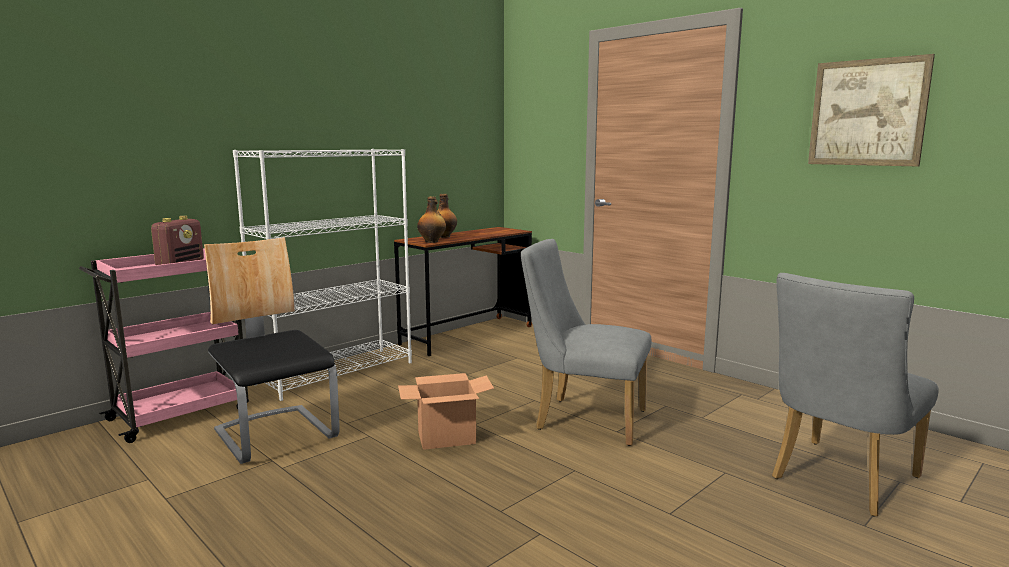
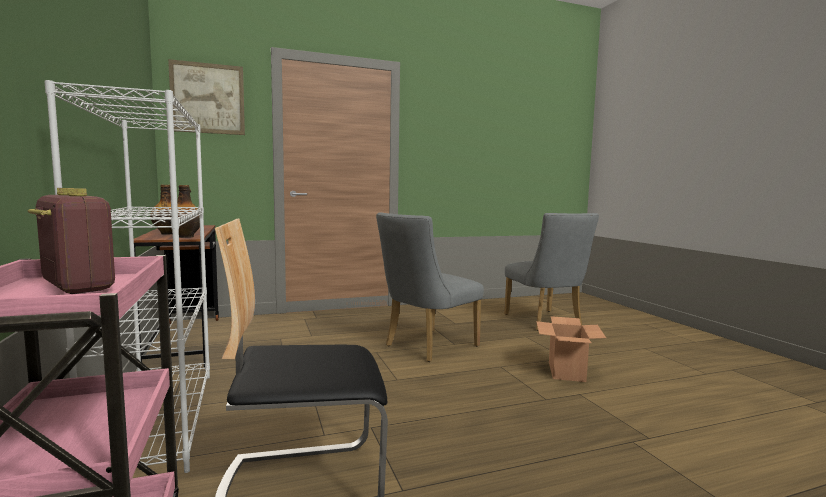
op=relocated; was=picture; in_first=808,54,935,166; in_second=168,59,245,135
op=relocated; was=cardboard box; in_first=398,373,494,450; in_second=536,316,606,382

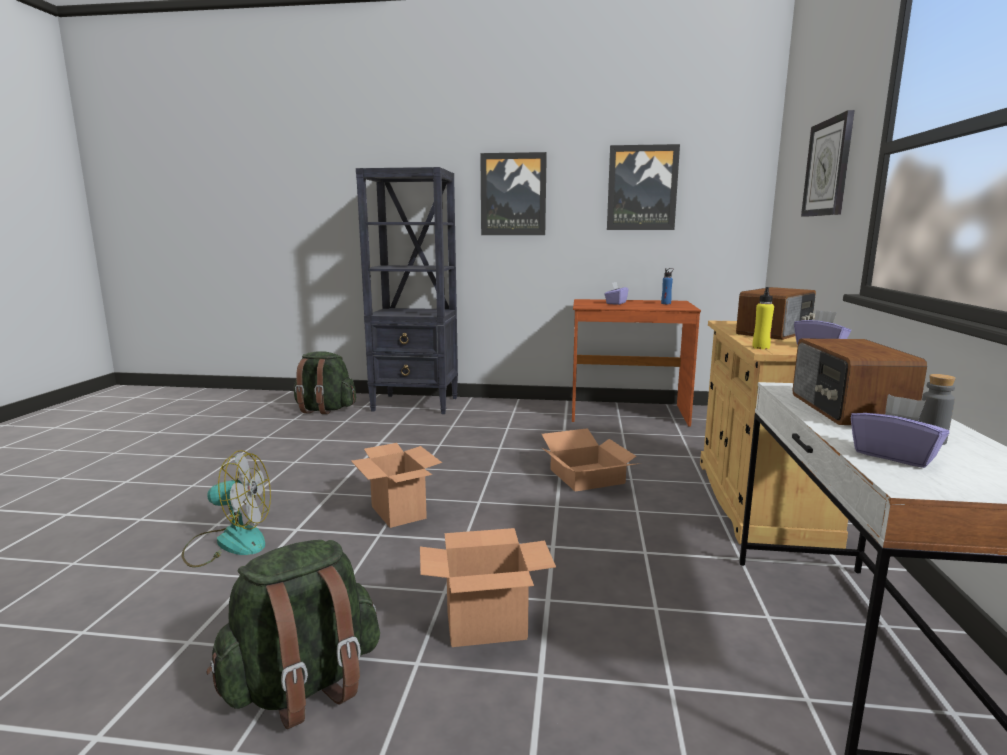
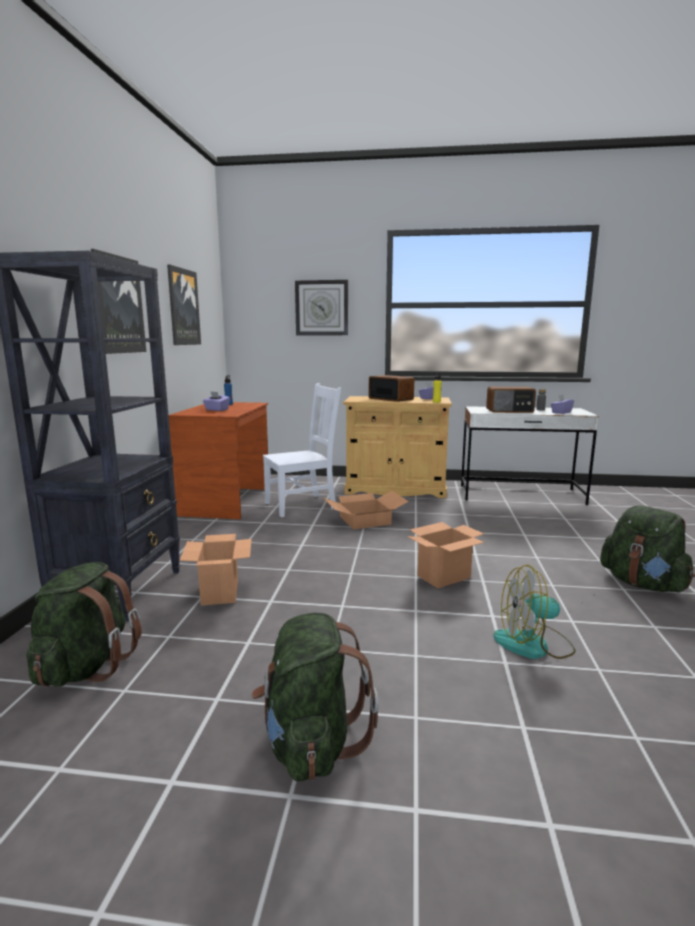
op=spun; was=fan; in_first=182,450,271,567; in_second=493,565,576,659; clockwise=-90
op=relocated; was=cardboard box; in_first=420,528,556,647; in_second=180,534,252,605
op=appeared; now=chair in white; in_second=263,383,341,517
op=appeared; now=backpack in green; in_second=252,613,379,781

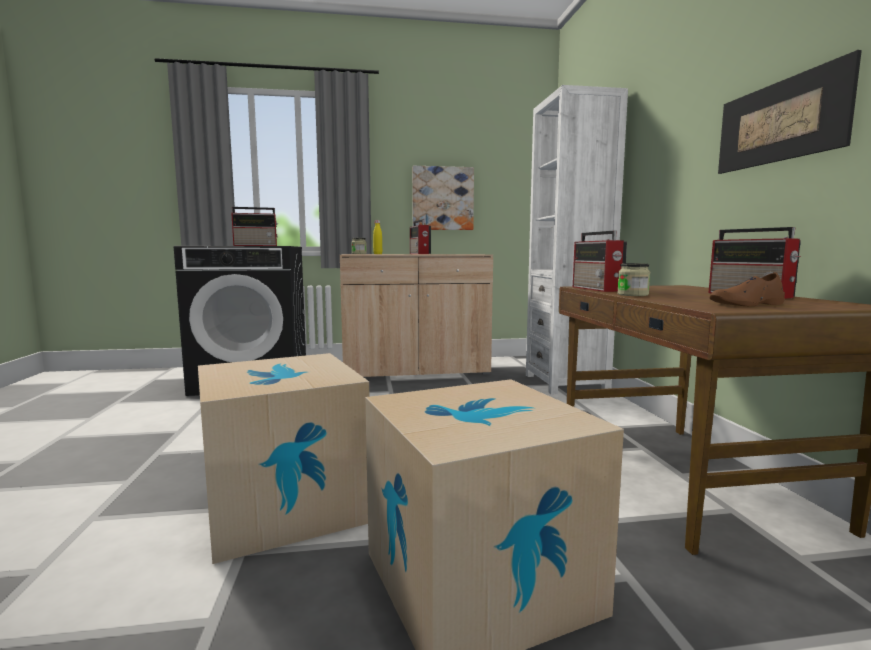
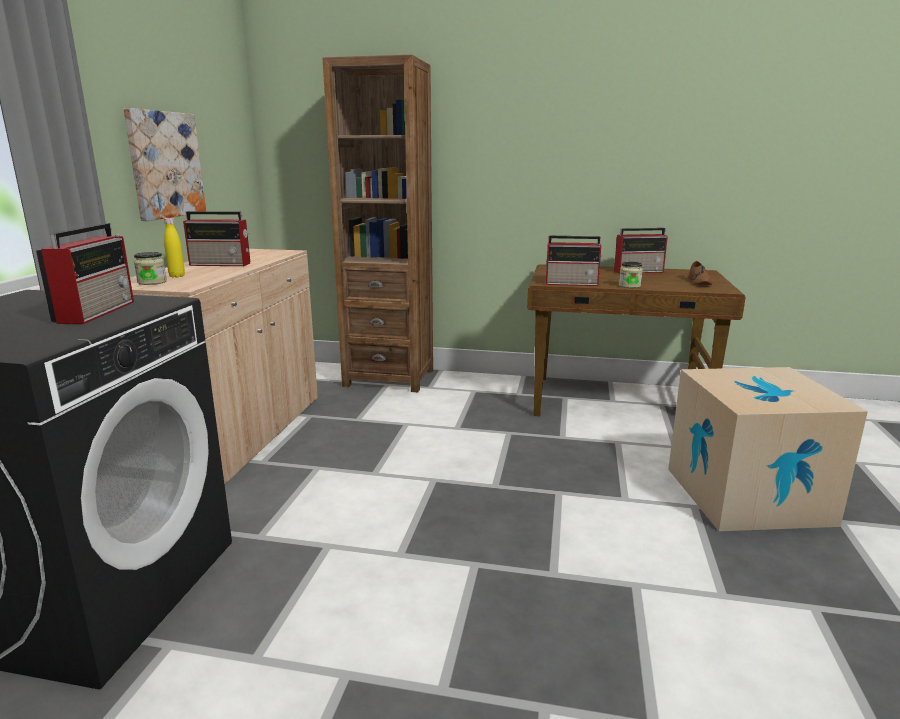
op=missing; was=picture; in_first=718,50,862,174
op=colour; was=bookcase in white; now=bookcase in brown; in_first=526,85,628,395; in_second=322,55,433,392
op=missing; was=cardboard box; in_first=198,353,370,564

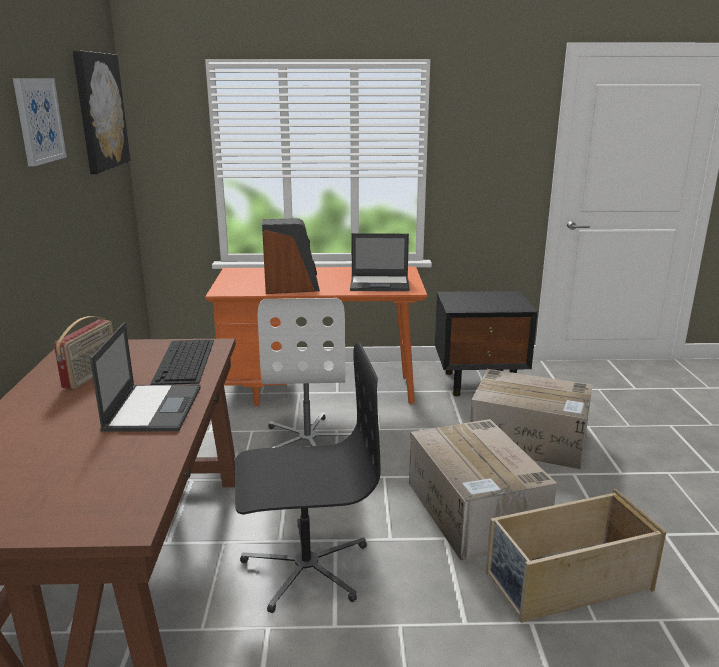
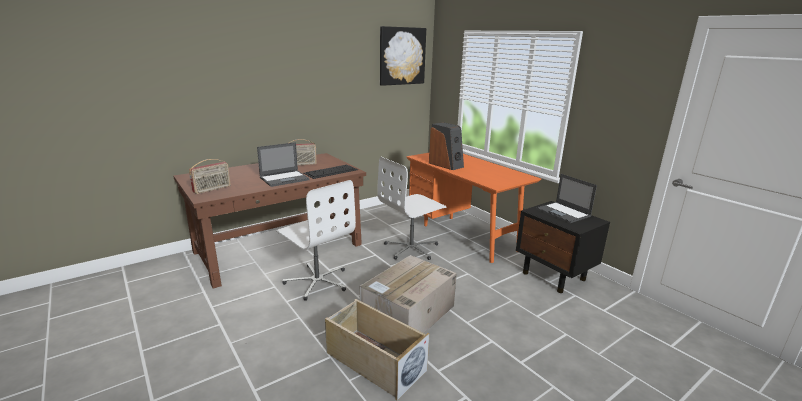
op=missing; was=picture; in_first=13,78,67,166
op=relocated; was=laptop; in_first=350,233,410,291; in_second=536,174,597,223
op=colour; was=office chair in black; now=office chair in white; in_first=235,342,380,613; in_second=276,180,356,301
op=missing; was=cardboard box; in_first=470,369,593,470
op=appeared; now=radio; in_second=189,159,231,194

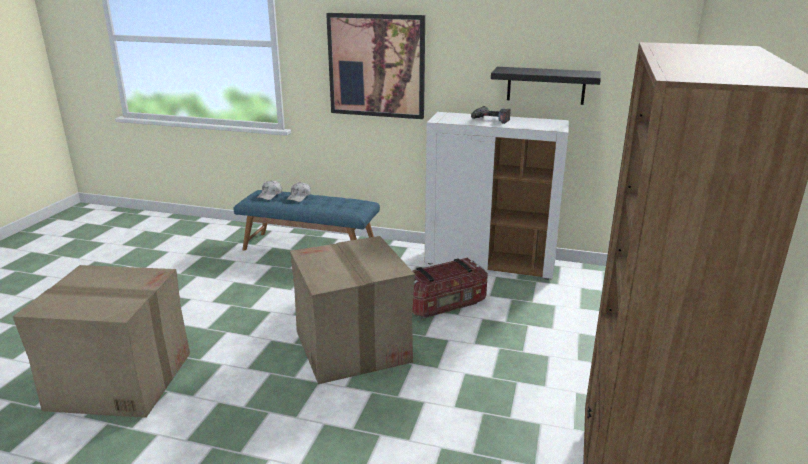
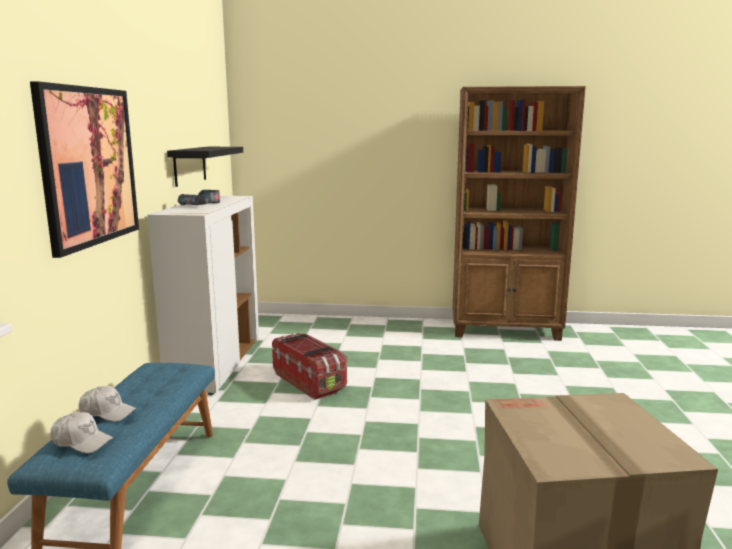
op=missing; was=cardboard box; in_first=290,236,415,384

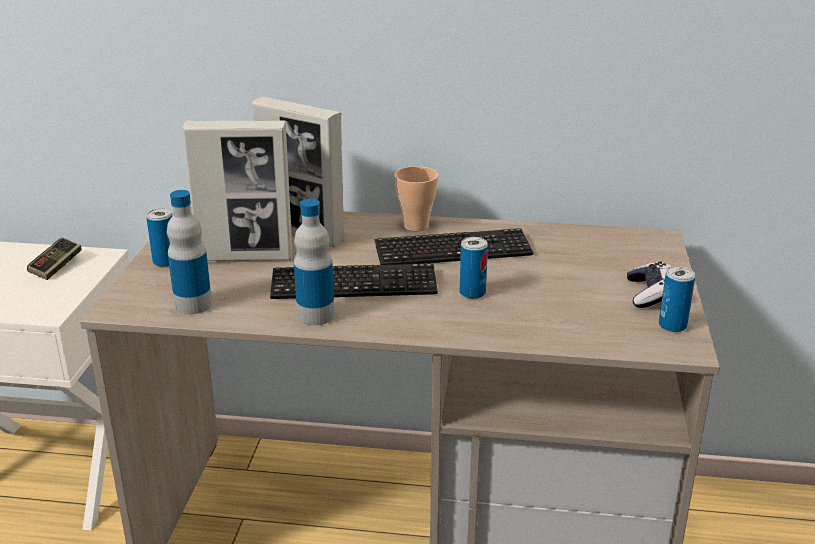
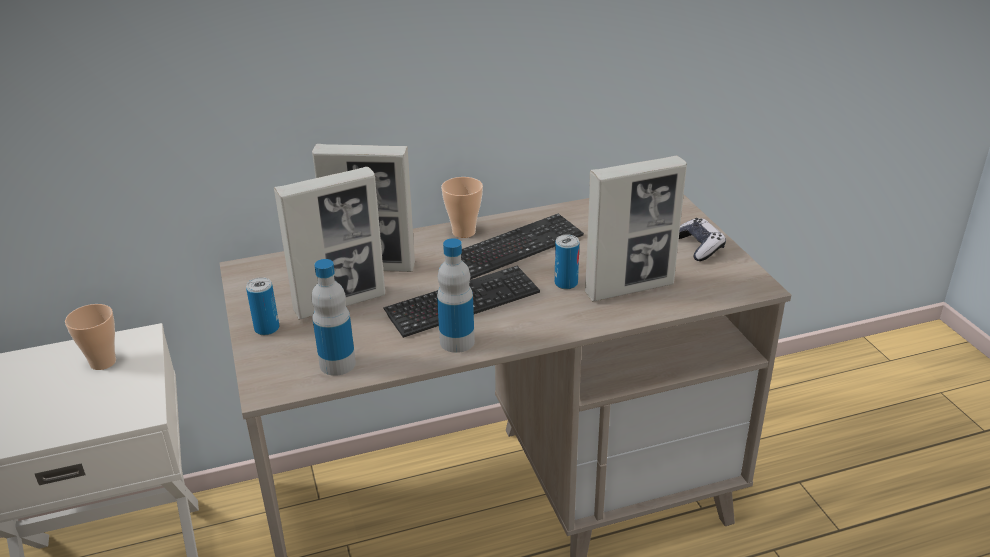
op=exchanged; was=game controller; now=cup; in_first=27,237,81,280; in_second=65,304,116,370
op=missing; was=can; in_first=659,266,695,332
op=appeared; now=picture frame; in_second=585,156,687,301

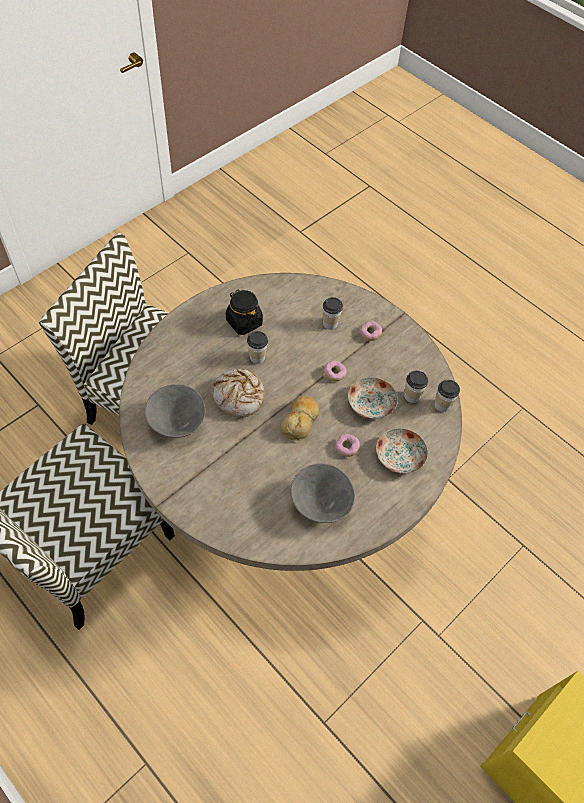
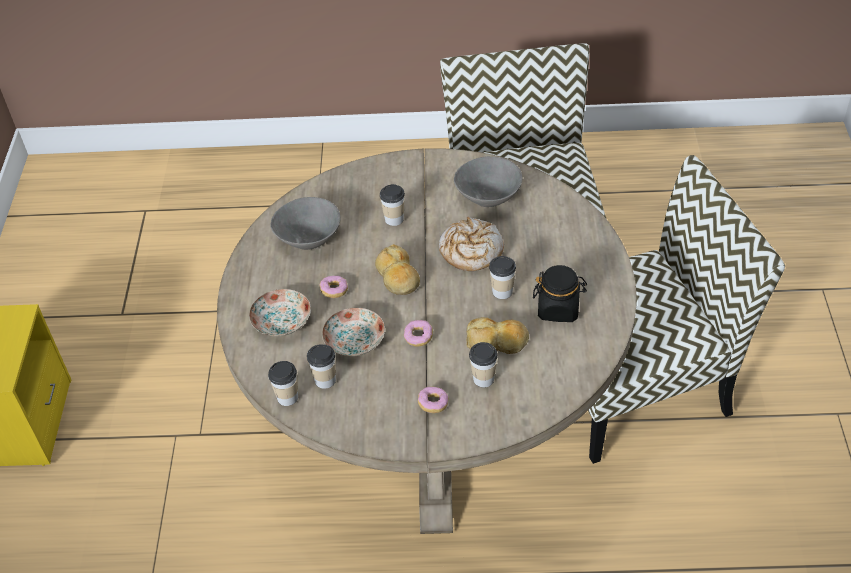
op=appeared; now=cup; in_second=380,184,405,226
op=appeared; now=bread; in_second=467,317,529,354

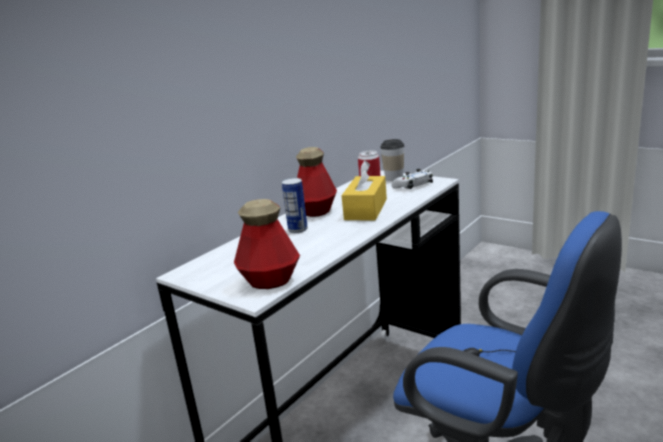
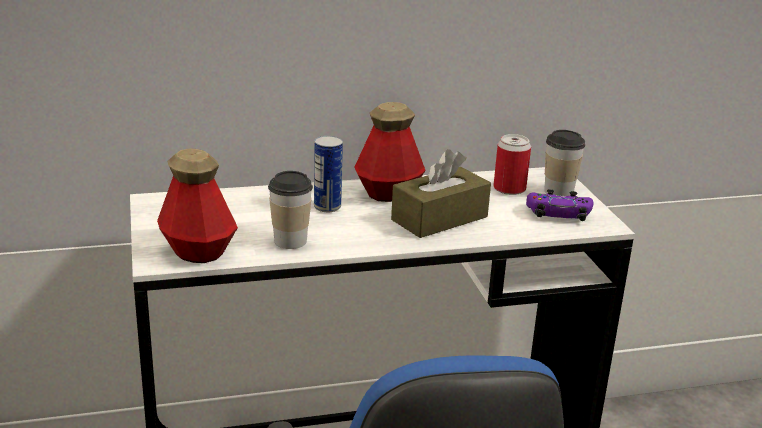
op=colour; was=tissue box in yellow; now=tissue box in brown; in_first=341,160,387,220; in_second=391,149,491,238
op=colour; was=game controller in white; now=game controller in purple; in_first=392,169,433,189; in_second=526,189,593,221
op=appeared; now=cup; in_second=268,171,313,249

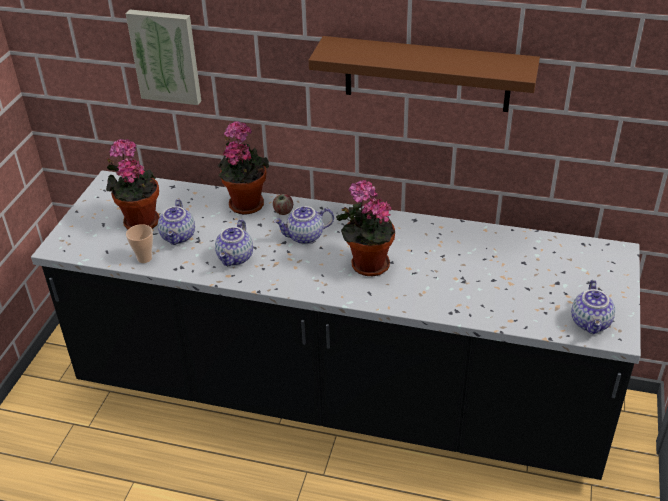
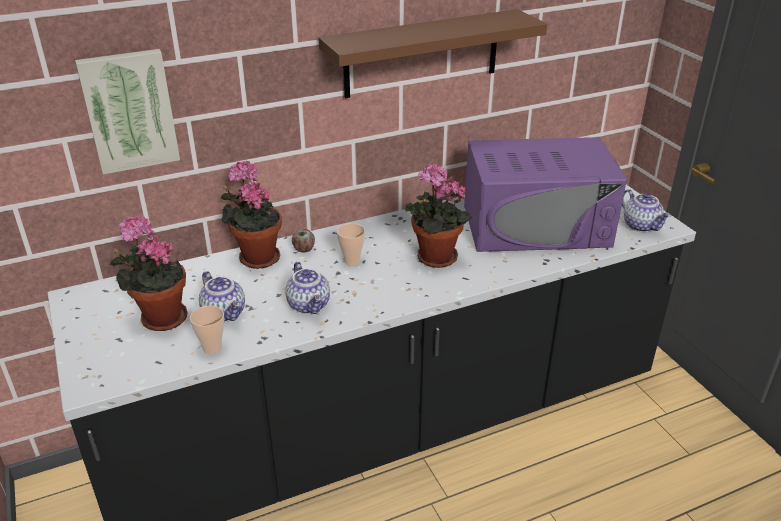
op=exchanged; was=teapot; now=cup; in_first=274,206,334,244; in_second=337,223,365,266
op=appeared; now=microwave in purple; in_second=464,137,627,252

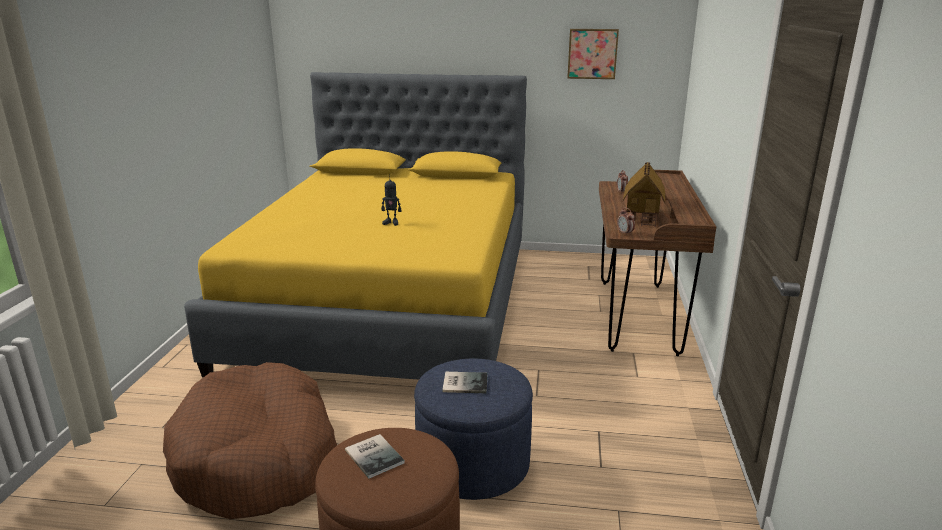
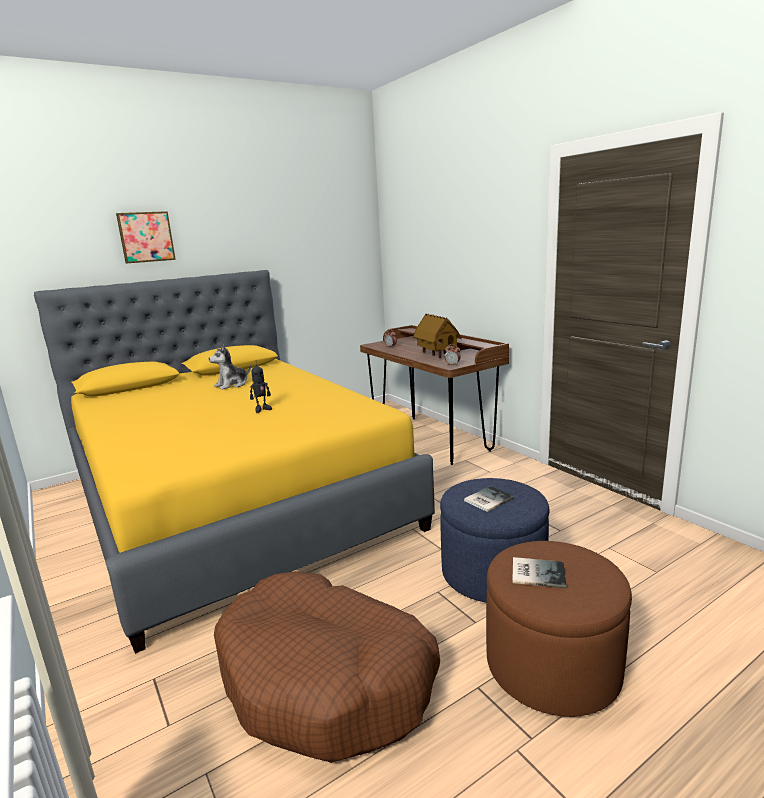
op=relocated; was=picture; in_first=567,29,619,79; in_second=116,211,176,263
op=appeared; now=plush toy; in_second=209,344,251,390

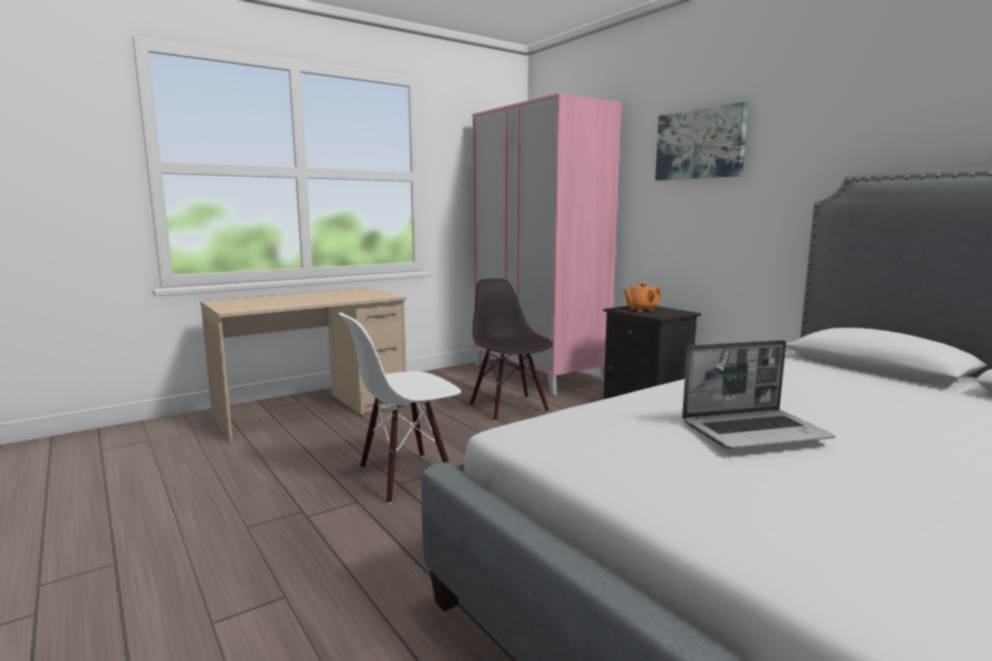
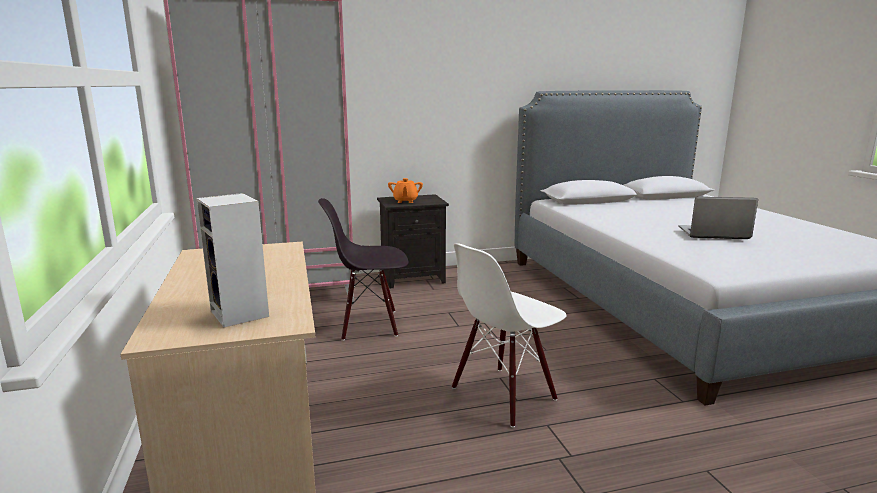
op=missing; was=picture; in_first=655,102,748,181
op=spun; was=chair in white; in_first=338,313,461,504; in_second=452,243,567,428; clockwise=60
op=spun; was=laptop; in_first=682,340,835,449; in_second=678,197,758,239; clockwise=-90
op=appeared; now=speaker; in_second=196,193,269,327

